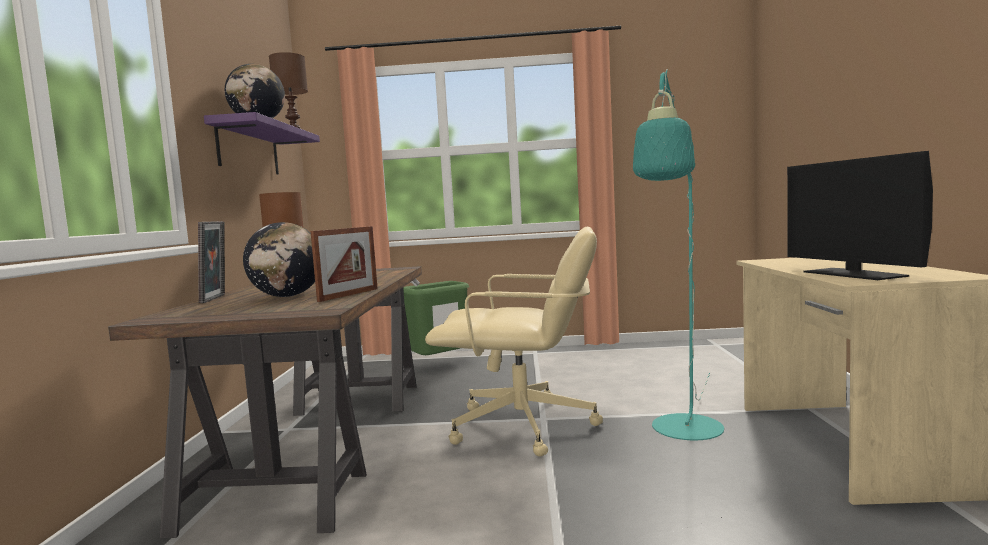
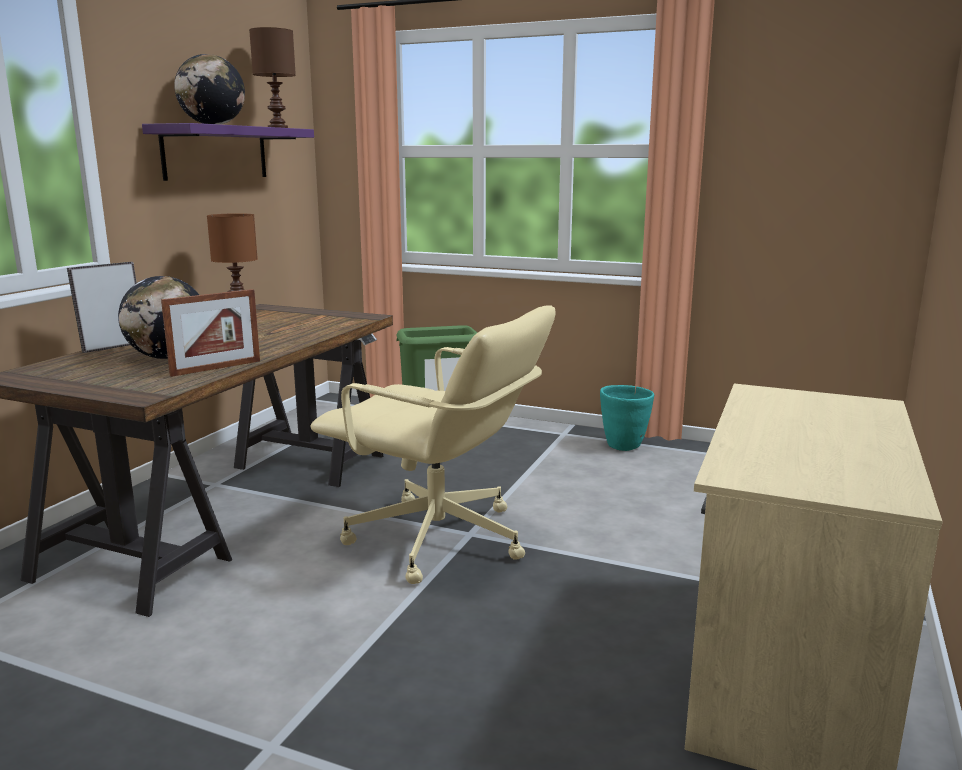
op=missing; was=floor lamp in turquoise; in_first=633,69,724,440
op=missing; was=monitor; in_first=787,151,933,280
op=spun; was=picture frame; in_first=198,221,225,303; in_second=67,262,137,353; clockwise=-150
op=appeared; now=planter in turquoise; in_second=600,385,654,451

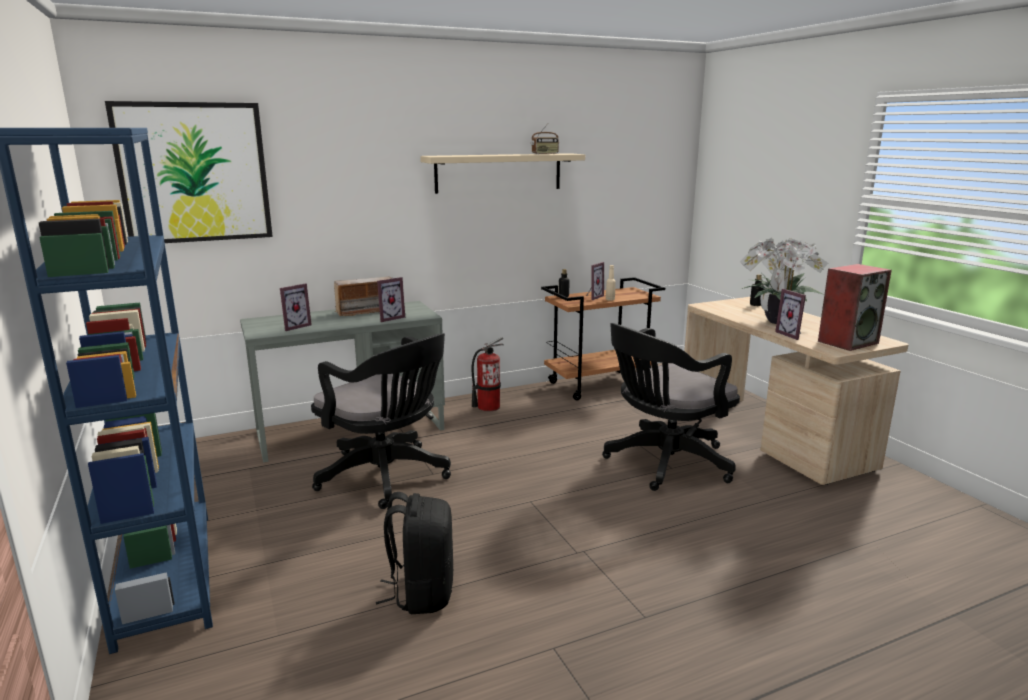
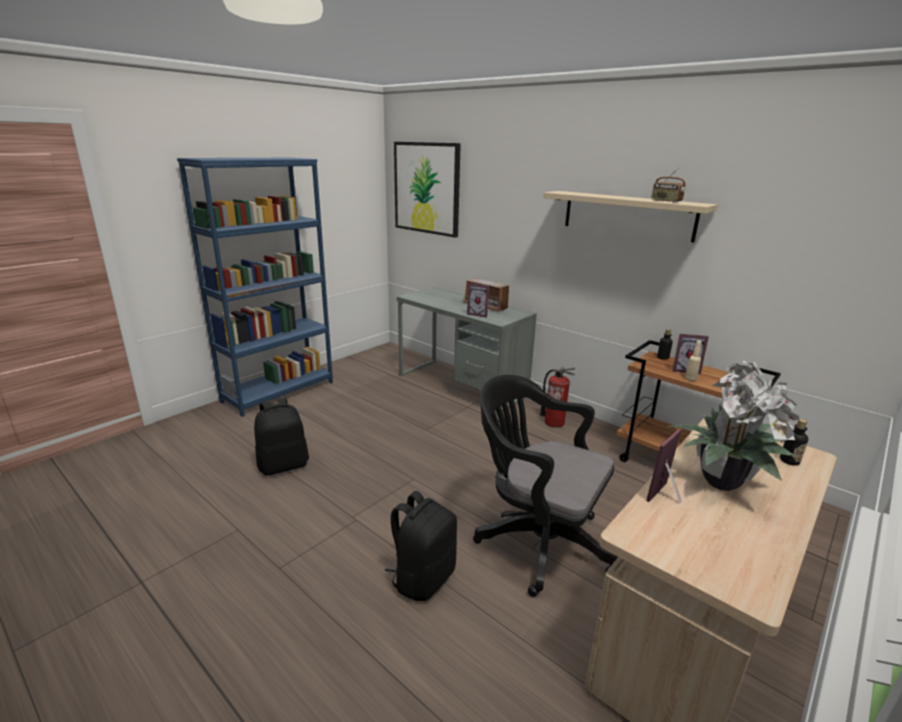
op=missing; was=speaker; in_first=818,264,892,351
op=missing; was=picture frame; in_first=280,283,312,331
op=missing; was=office chair in black; in_first=311,333,451,509
op=appeared; now=backpack in black; in_second=385,491,457,601

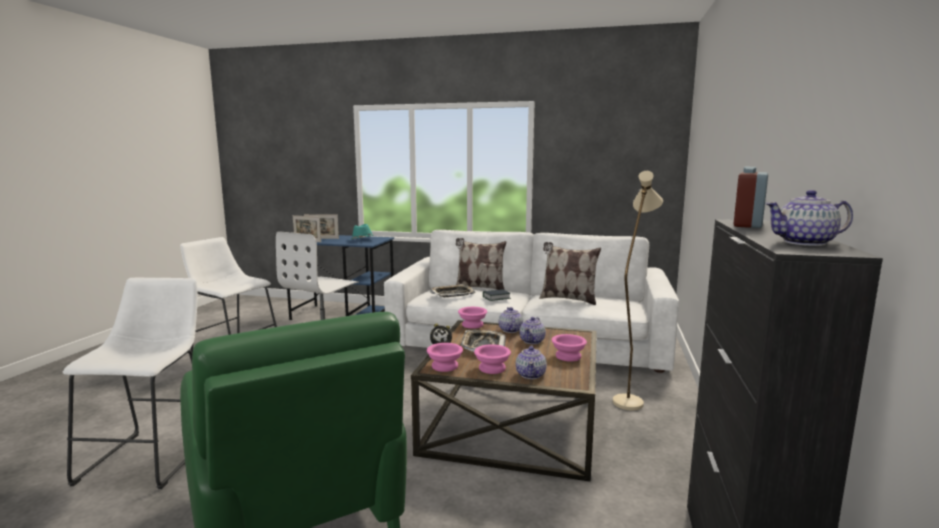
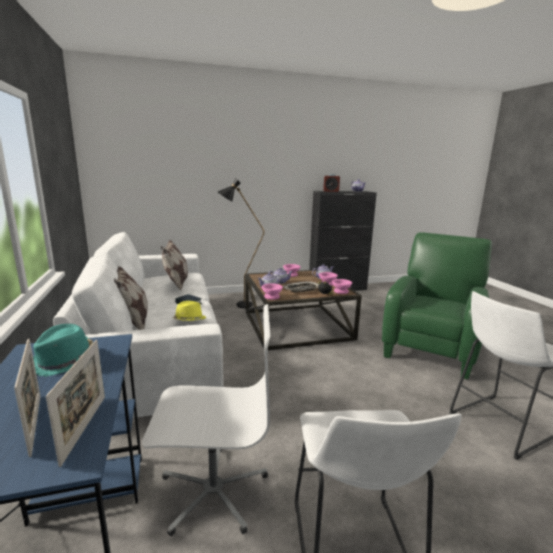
op=colour; was=floor lamp in beige; now=floor lamp in black; in_first=613,171,663,411; in_second=218,178,264,308
op=exchanged; was=tray; now=hat in yellow; in_first=430,284,475,297; in_second=173,301,206,321

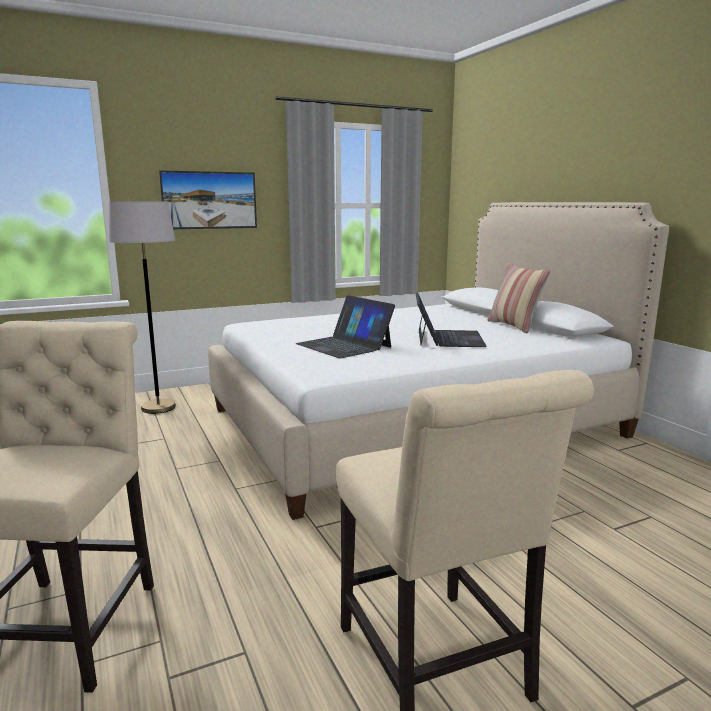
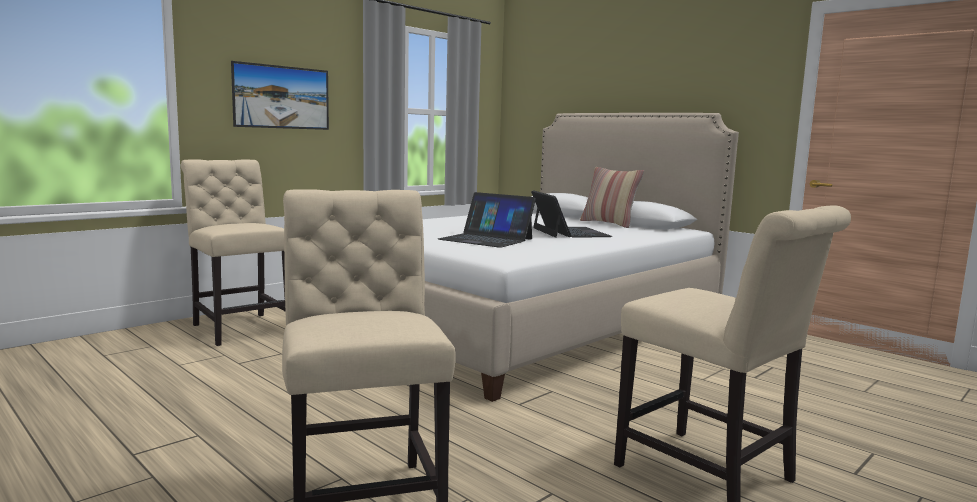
op=exchanged; was=floor lamp in grey; now=chair in beige; in_first=109,202,176,414; in_second=181,159,286,346

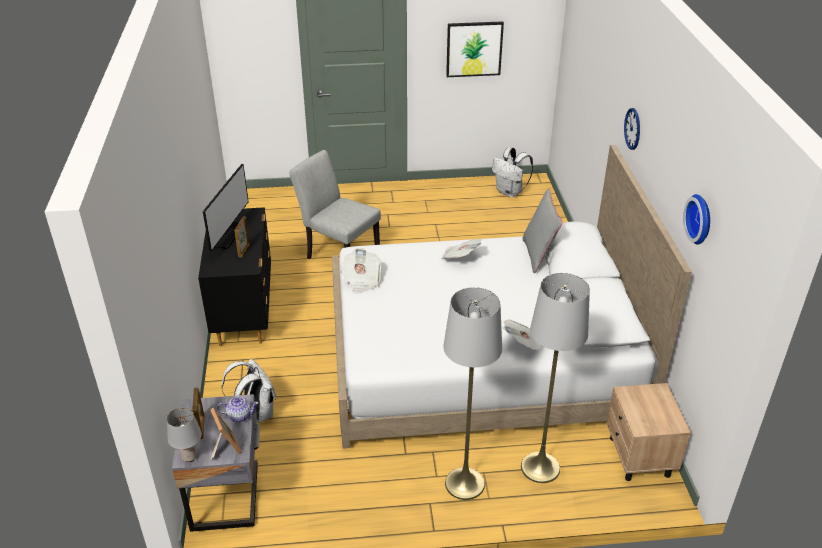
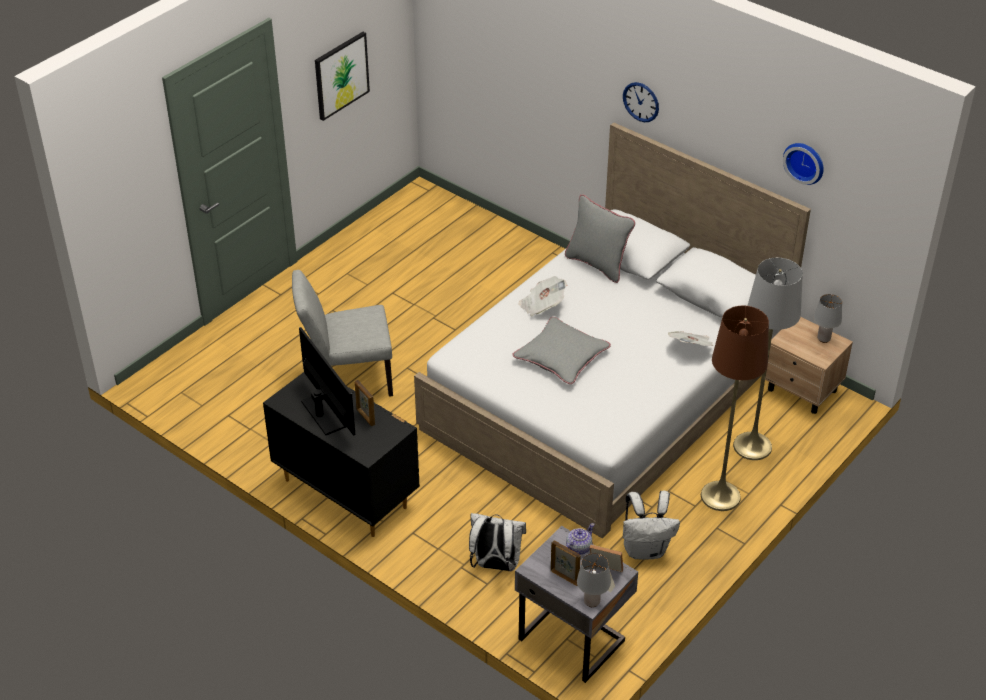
op=relocated; was=backpack in white; in_first=492,147,533,197; in_second=623,491,680,560
op=missing; was=newspaper; in_first=340,248,382,294
op=colour; was=floor lamp in grey; now=floor lamp in brown; in_first=443,287,502,500; in_second=701,306,769,511
op=appeared; now=table lamp in grey; in_second=814,294,842,343
op=appeared; now=pillow in grey; in_second=512,317,611,384

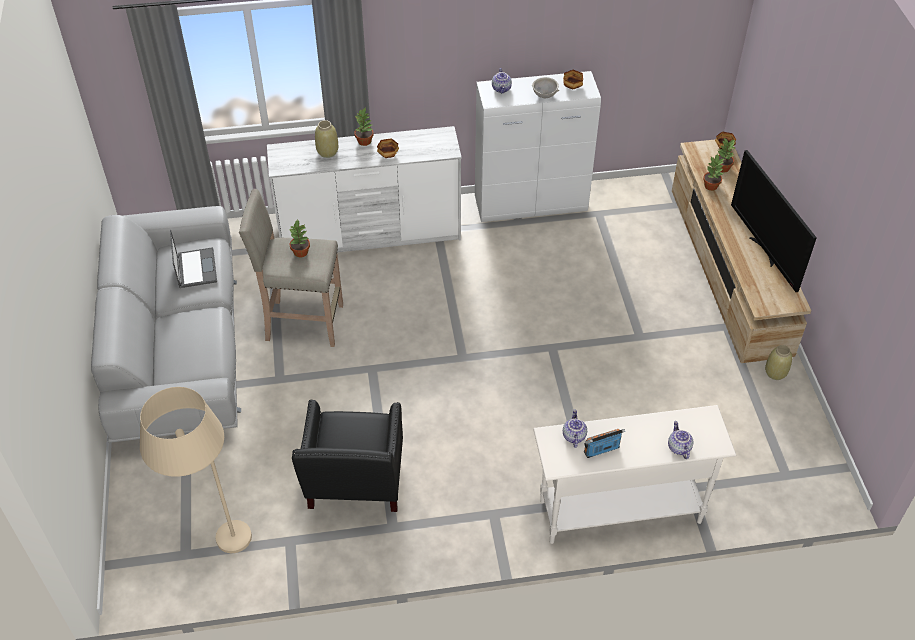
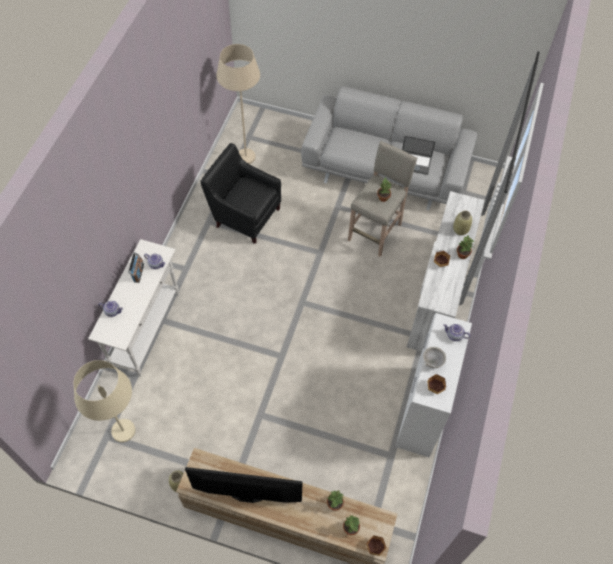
op=appeared; now=floor lamp in beige; in_second=73,360,135,442

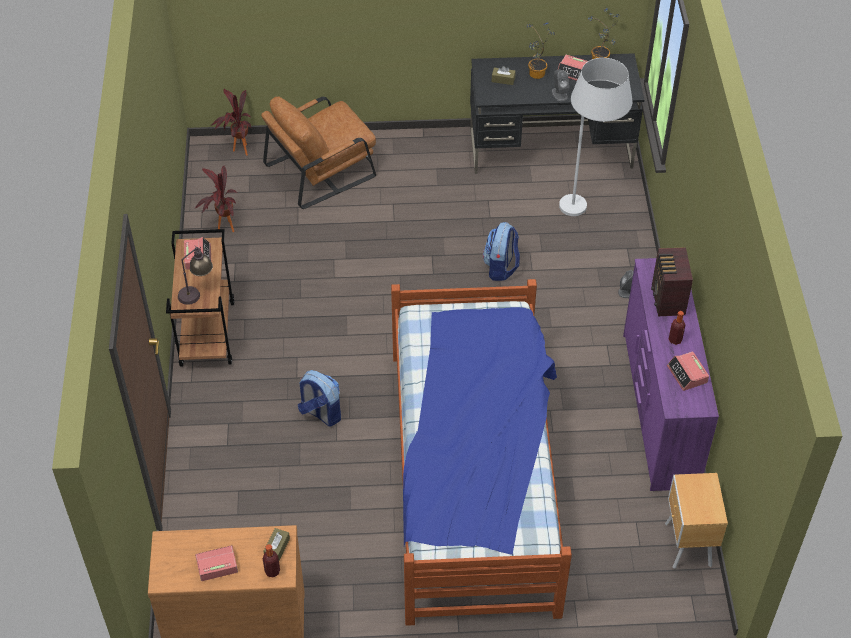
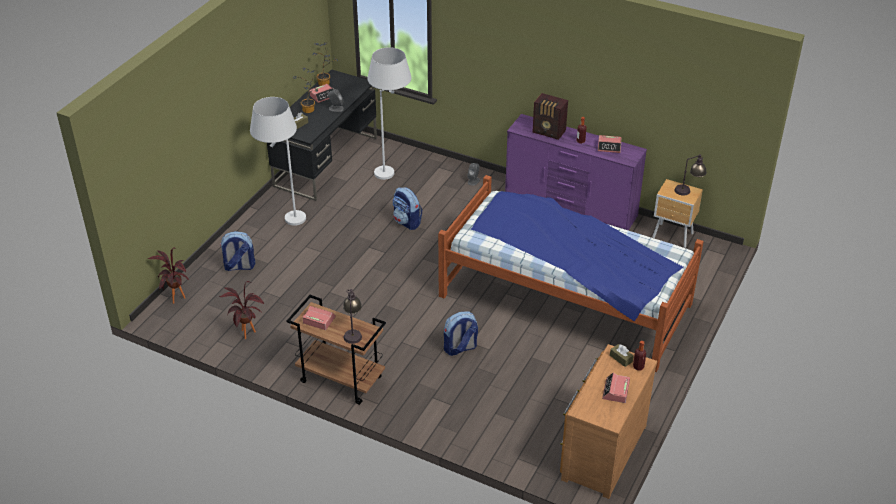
op=exchanged; was=armchair in brown; now=backpack; in_first=261,96,376,209; in_second=220,231,255,271
op=appeared; now=floor lamp in white; in_second=250,97,306,226
op=appeared; now=table lamp; in_second=674,155,707,196

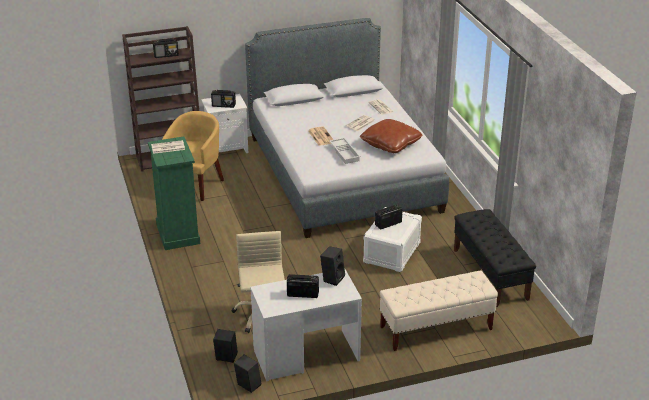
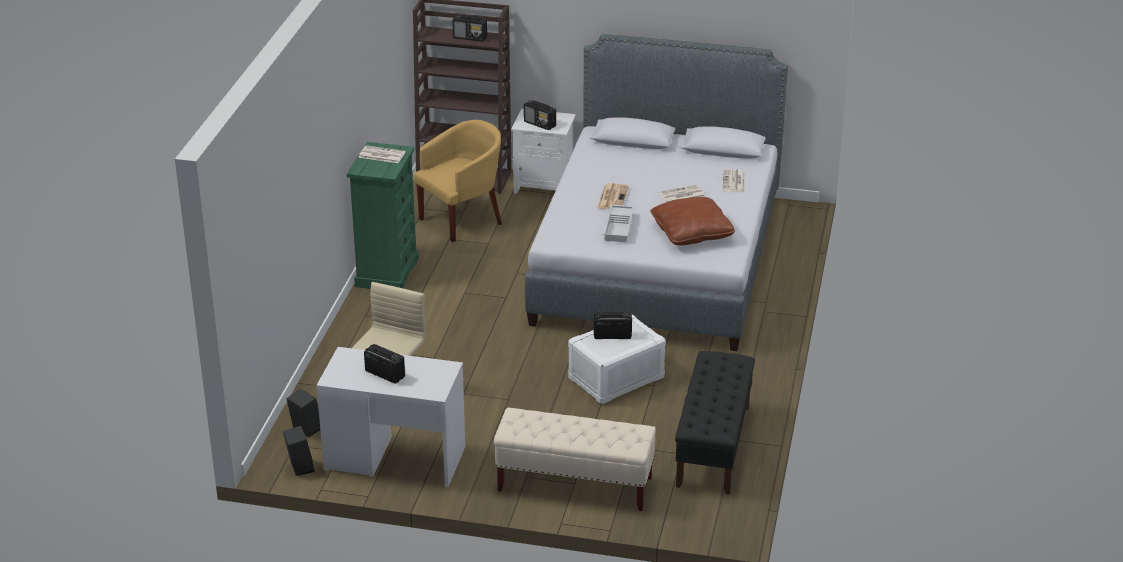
op=missing; was=speaker in black; in_first=320,246,345,286

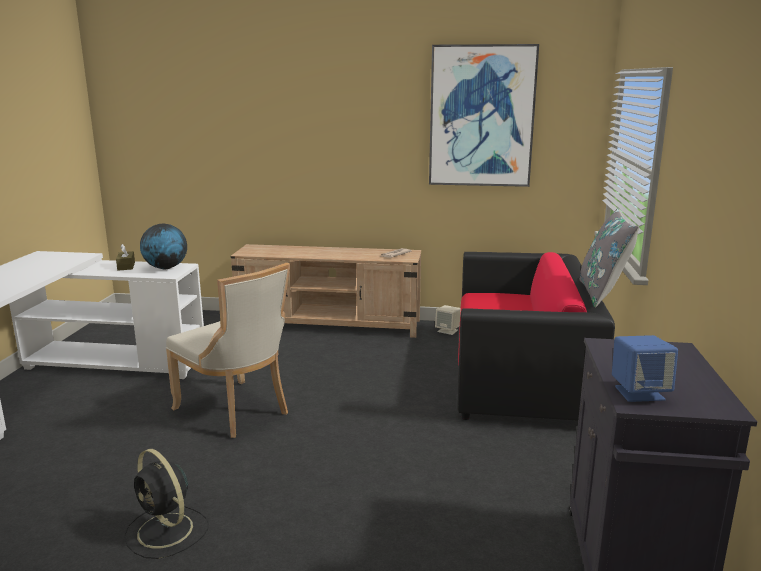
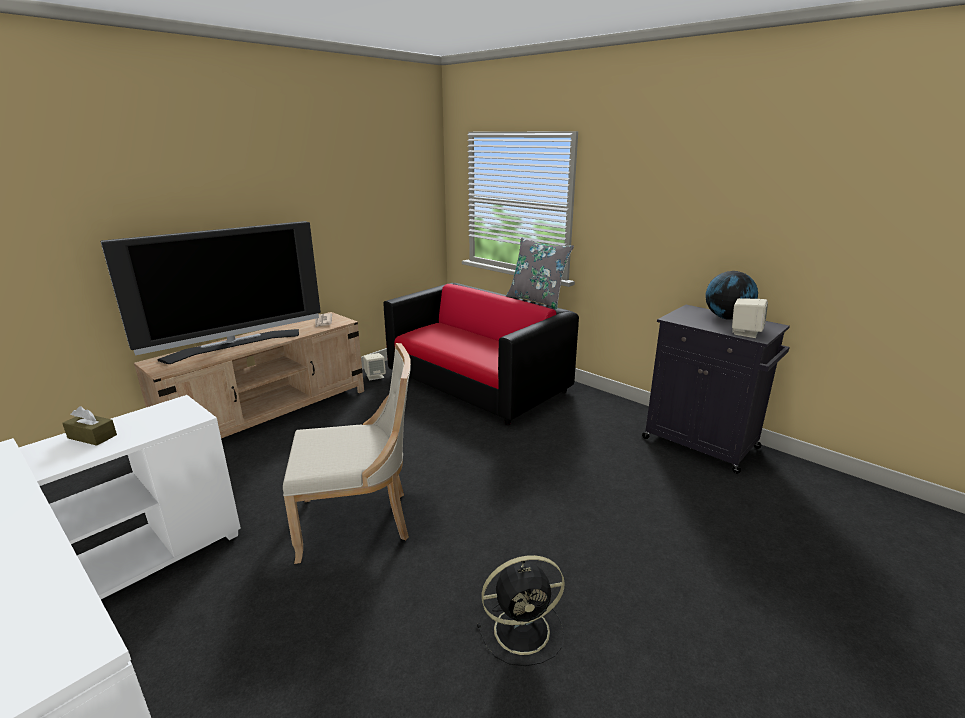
op=missing; was=picture; in_first=429,44,539,187
op=relocated; was=globe; in_first=140,224,187,269; in_second=705,271,758,320
op=colour; was=speaker in blue; now=speaker in beige; in_first=612,335,678,402; in_second=732,298,768,338
op=appeared; now=television; in_second=100,221,321,364

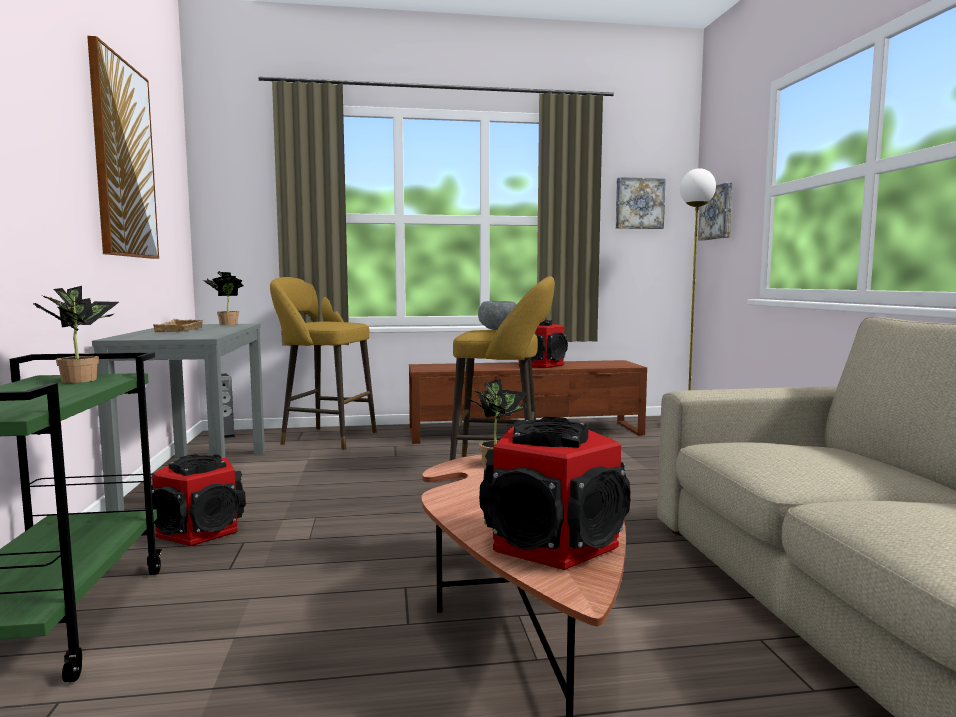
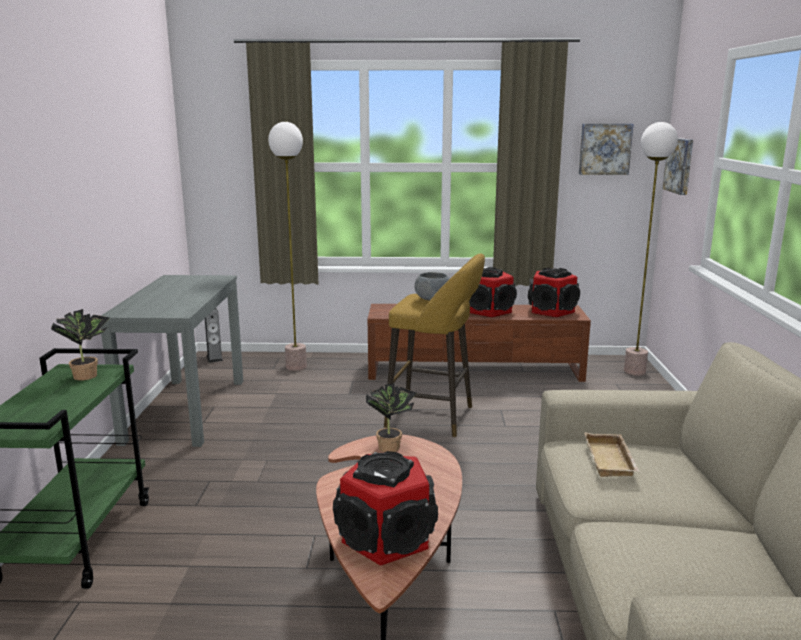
op=missing; was=picture; in_first=87,36,159,259
op=missing; was=potted plant; in_first=203,271,243,325
op=exchanged; was=stool in yellow; now=floor lamp; in_first=270,277,377,450; in_second=268,122,307,371
op=relocated; was=tray in beige; in_first=152,319,205,332; in_second=584,432,640,477
op=relocated; was=speaker; in_first=151,454,246,546; in_second=528,268,580,317

